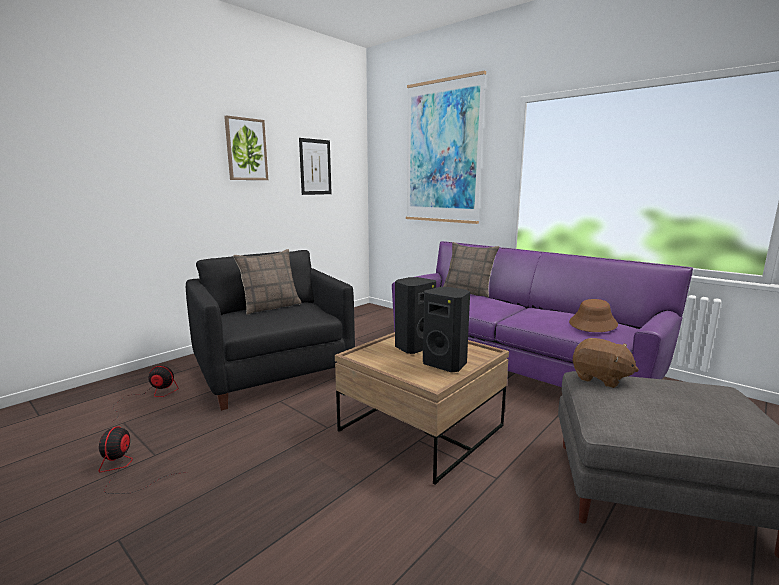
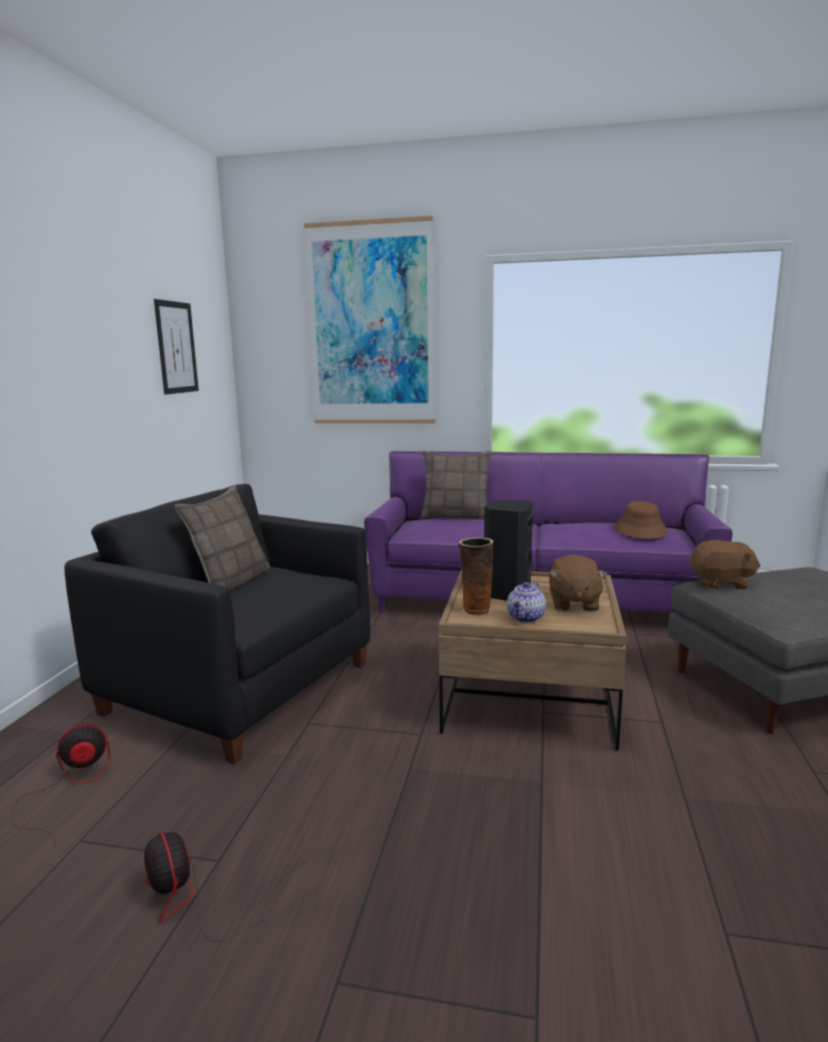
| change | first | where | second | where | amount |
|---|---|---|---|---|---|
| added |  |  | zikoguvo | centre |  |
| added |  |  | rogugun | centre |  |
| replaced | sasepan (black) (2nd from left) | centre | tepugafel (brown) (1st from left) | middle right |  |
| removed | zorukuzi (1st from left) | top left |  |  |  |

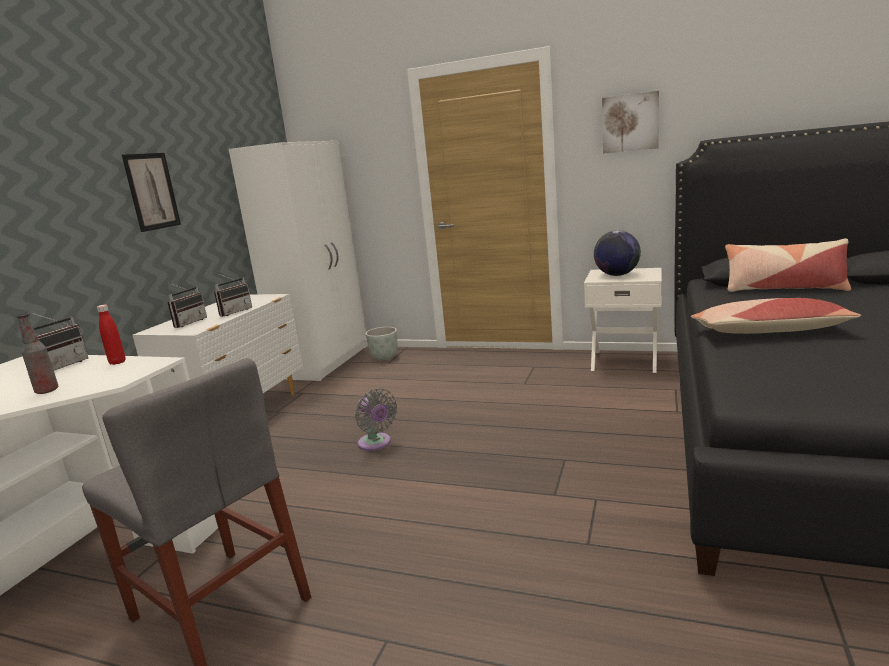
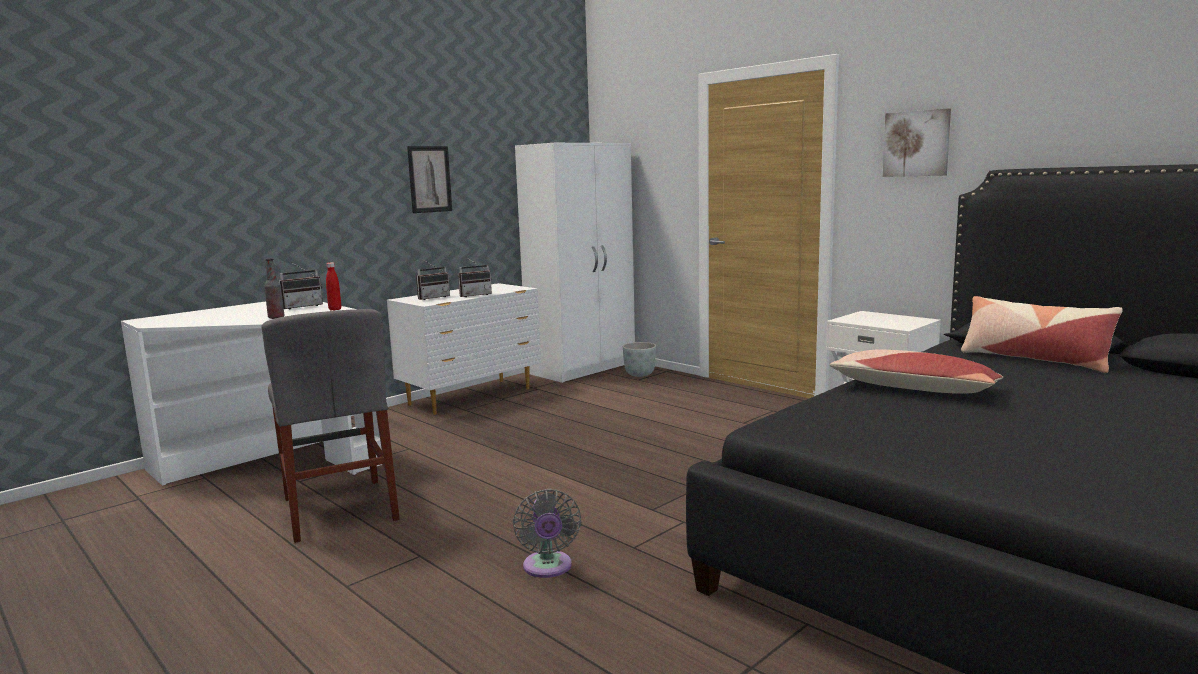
| change | first | where | second | where | amount |
|---|---|---|---|---|---|
| moved | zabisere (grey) | centre |  | bottom centre |  |
| removed | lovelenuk | middle right |  |  |  |

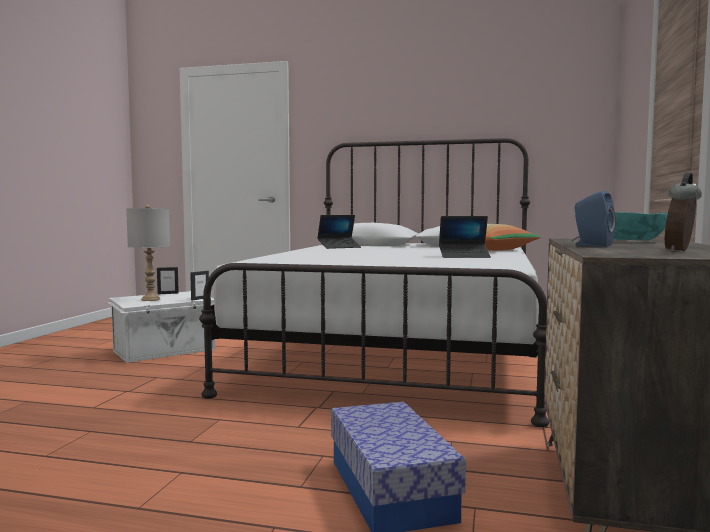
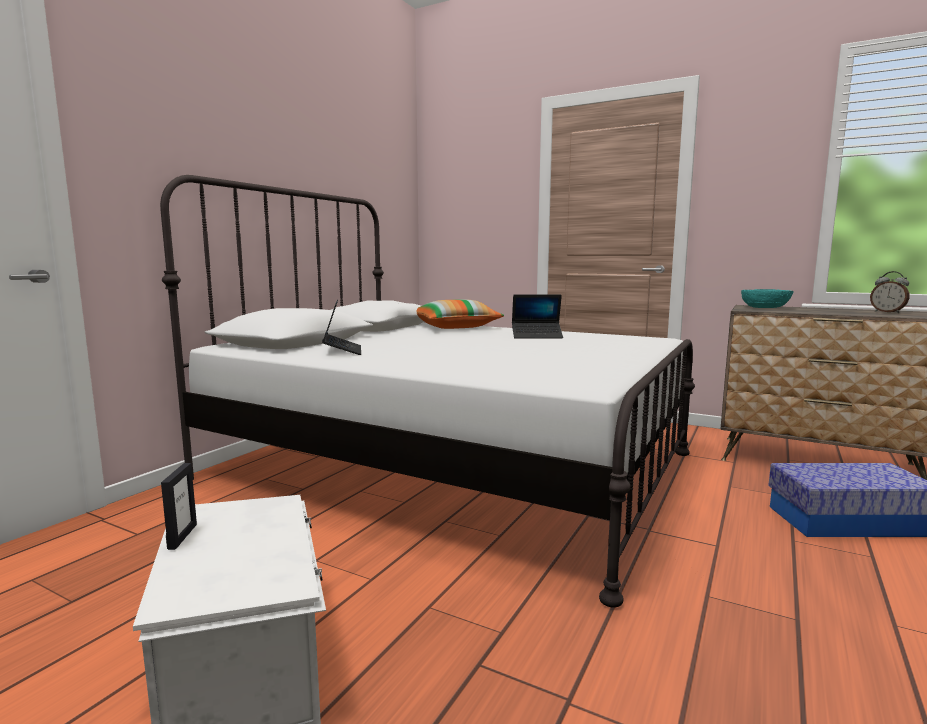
| change | first | where | second | where | amount |
|---|---|---|---|---|---|
| turned | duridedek (2nd from left) | centre |  | centre | 75 degrees clockwise |
| removed | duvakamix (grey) | middle left |  |  |  |
| removed | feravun (2nd from left) | middle left |  |  |  |
| removed | sasepan (blue) | middle right |  |  |  |

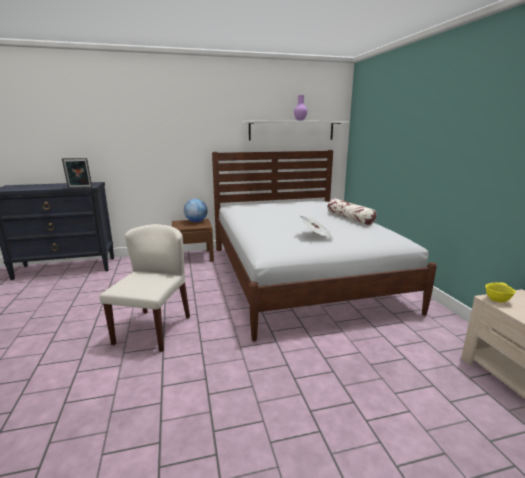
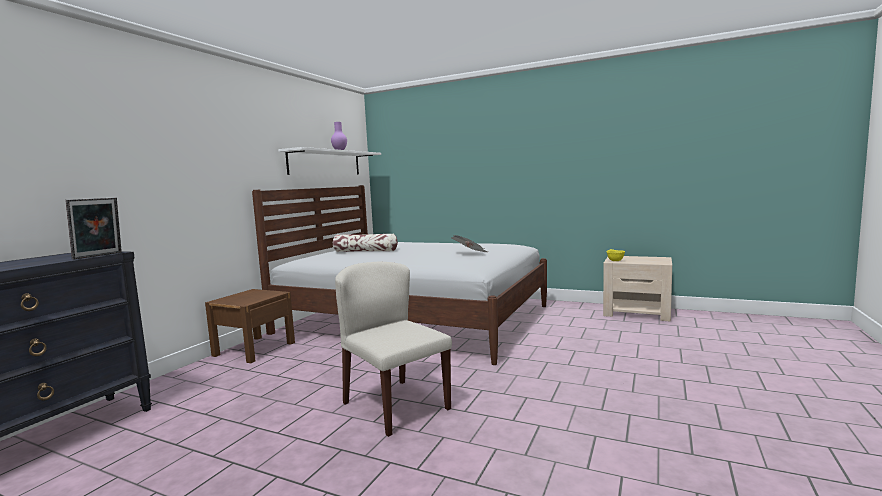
| change | first | where | second | where | amount |
|---|---|---|---|---|---|
| moved | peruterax | middle right |  | centre |  |
| removed | lovelenuk | centre |  |  |  |

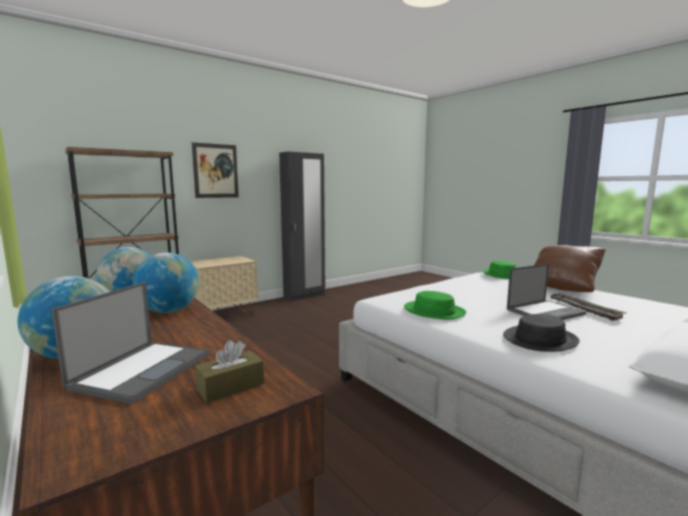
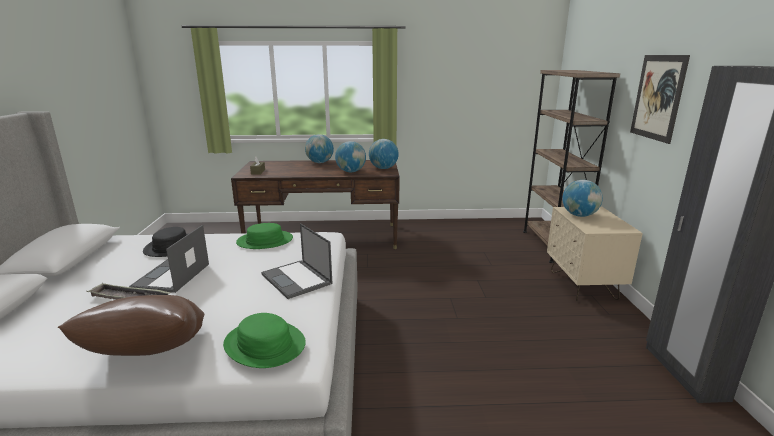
| change | first | where | second | where | amount |
|---|---|---|---|---|---|
| moved | duridedek (1st from left in the first image) | middle left | duridedek (2nd from left) | centre |  |
| added |  |  | lovelenuk (4th from left) | middle right |  |

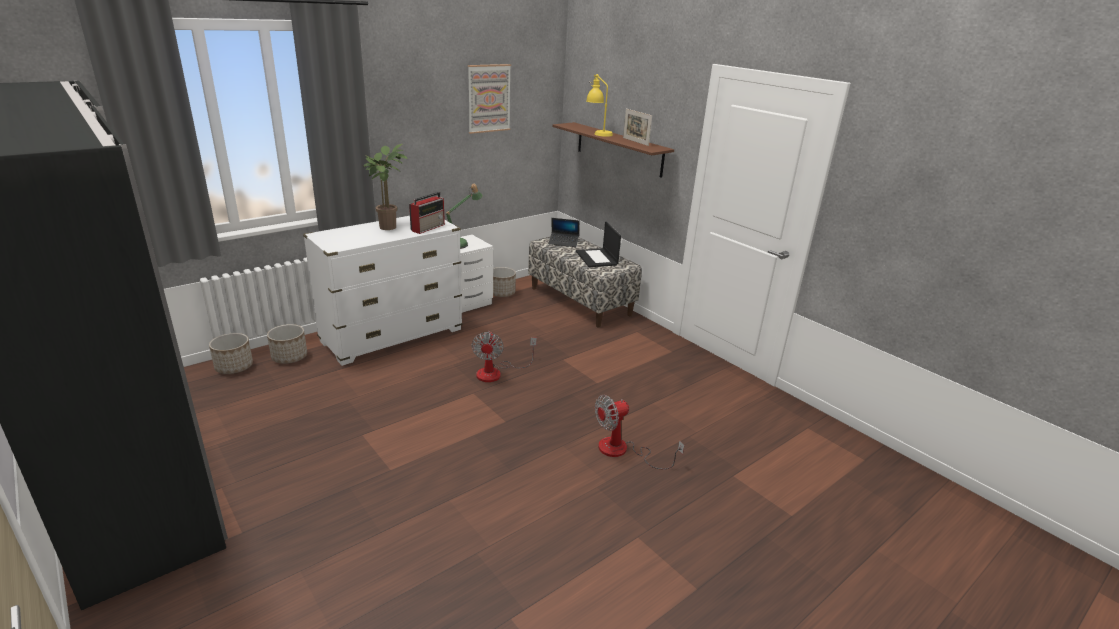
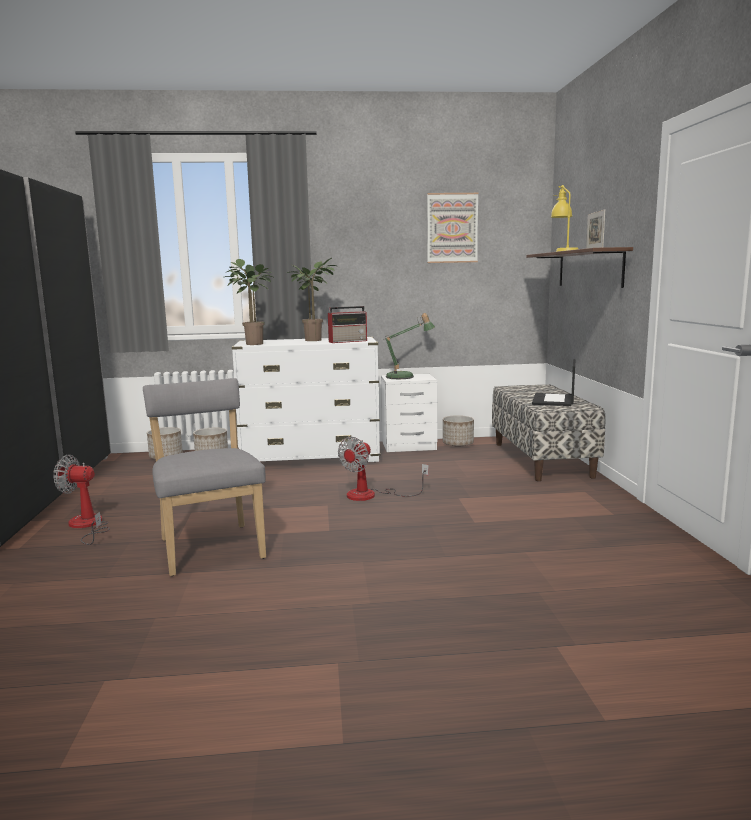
| change | first | where | second | where | amount |
|---|---|---|---|---|---|
| moved | zabisere (2nd from left in the first image) | bottom centre | zabisere (1st from left) | middle left |  |
| added |  |  | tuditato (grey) | middle left |  |
| added |  |  | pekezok (1st from left) | middle left |  |
| removed | duridedek (1st from left) | centre |  |  |  |

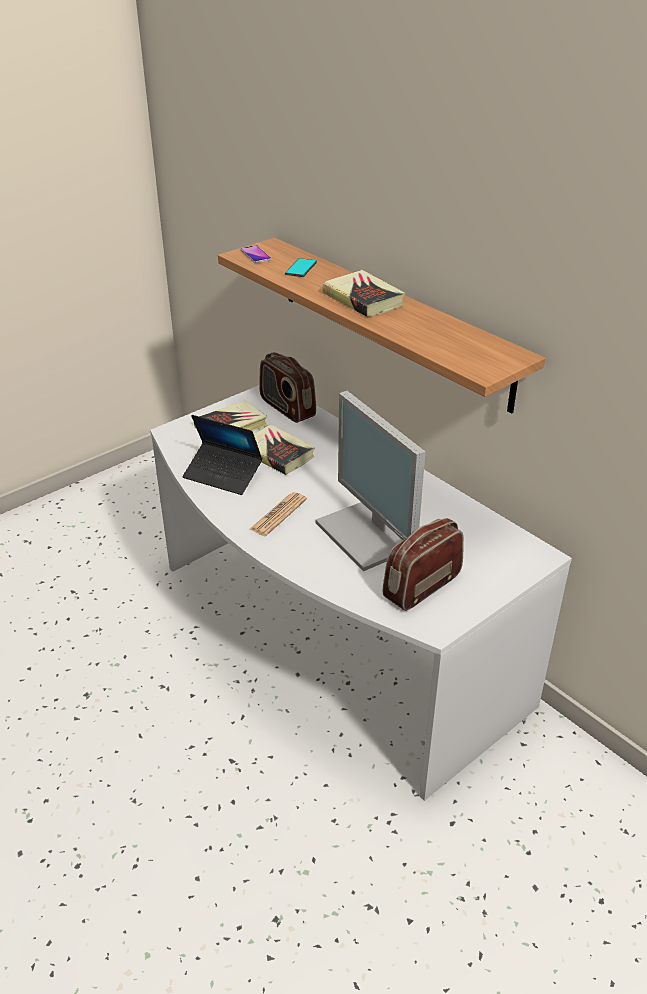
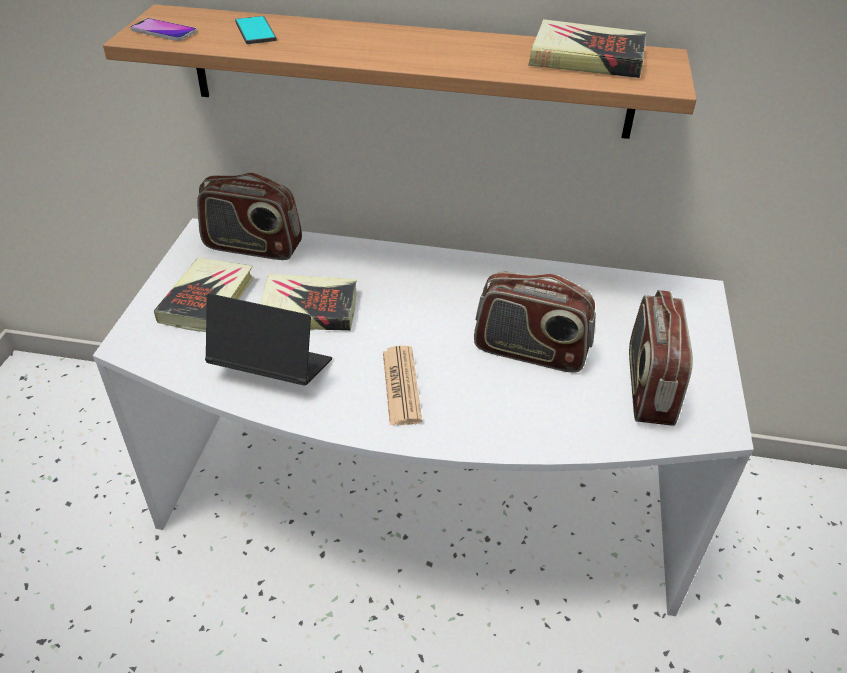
| change | first | where | second | where | amount |
|---|---|---|---|---|---|
| turned | duridedek | centre |  | middle left | 150 degrees counterclockwise |
| replaced | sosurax | centre | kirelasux (2nd from left) | centre |  |
| moved | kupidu (3rd from left) | top centre |  | top right |  |

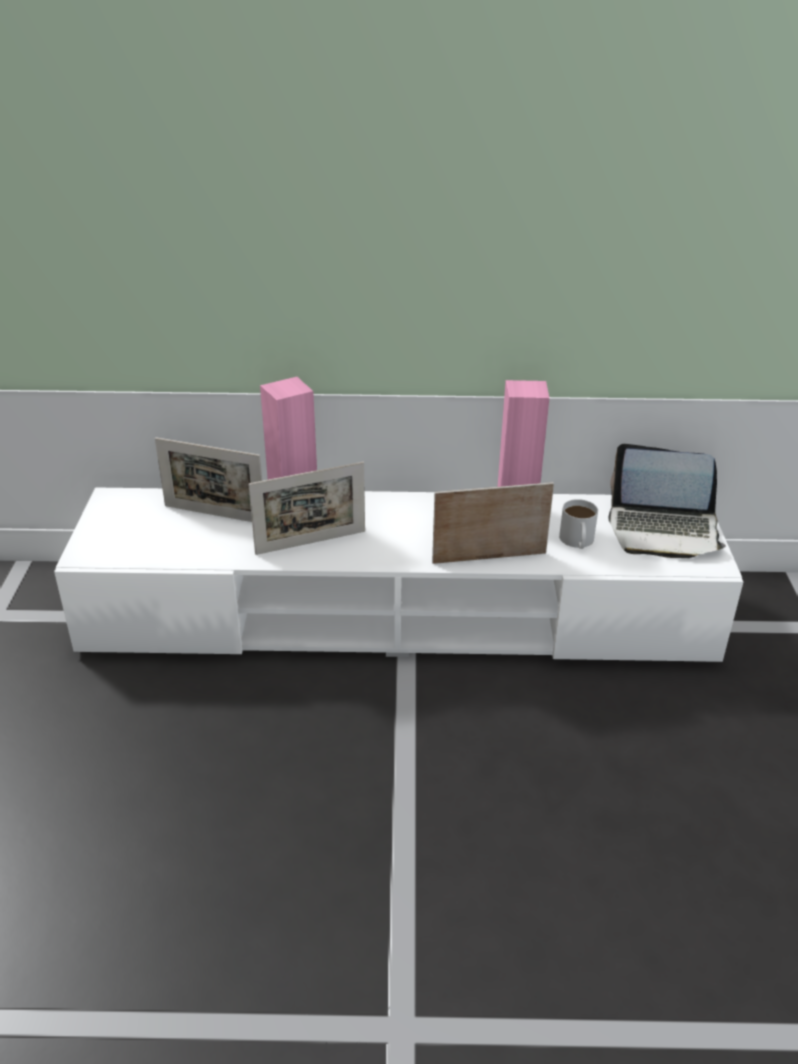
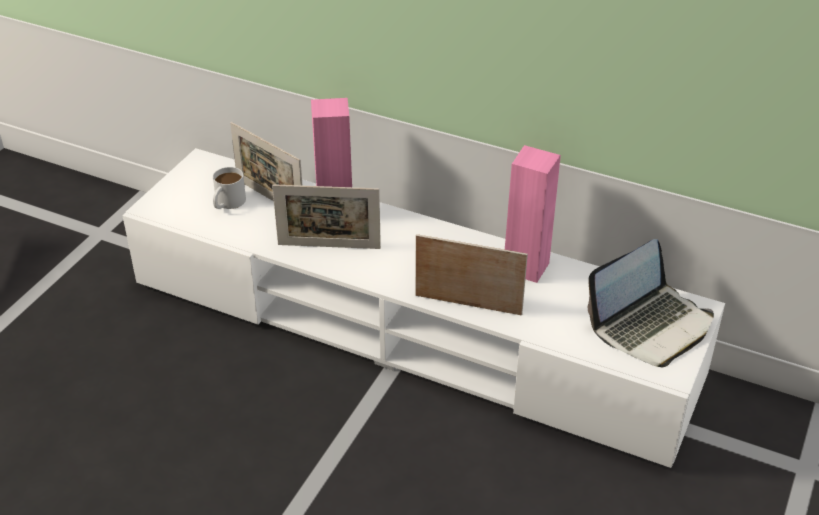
| change | first | where | second | where | amount |
|---|---|---|---|---|---|
| moved | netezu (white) | middle right |  | middle left |  |
| turned | duridedek | middle right |  | middle right | 75 degrees counterclockwise |

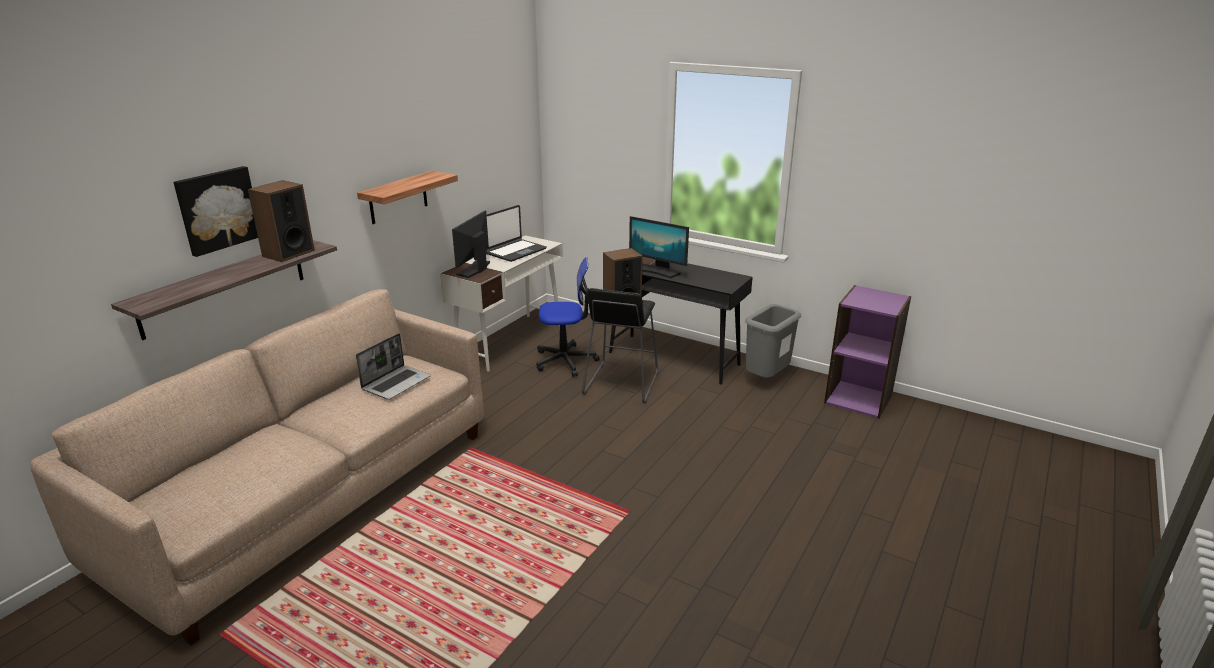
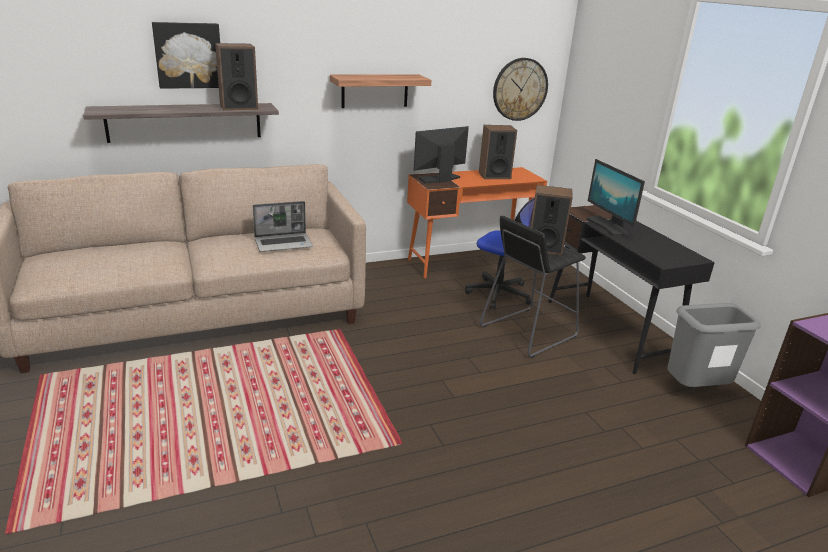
| change | first | where | second | where | amount |
|---|---|---|---|---|---|
| recoloured | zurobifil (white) | centre | zurobifil (orange) | centre |  |
| replaced | duridedek (2nd from left) | centre | sasepan (2nd from left) | top centre |  |
| added |  |  | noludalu | top centre |  |

